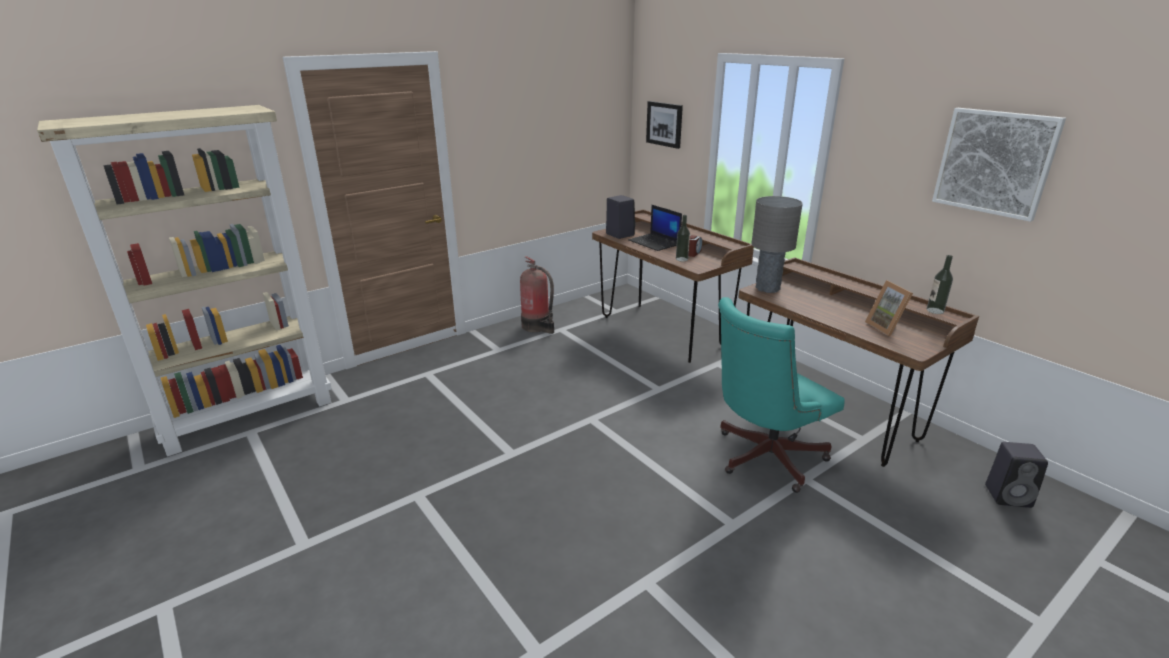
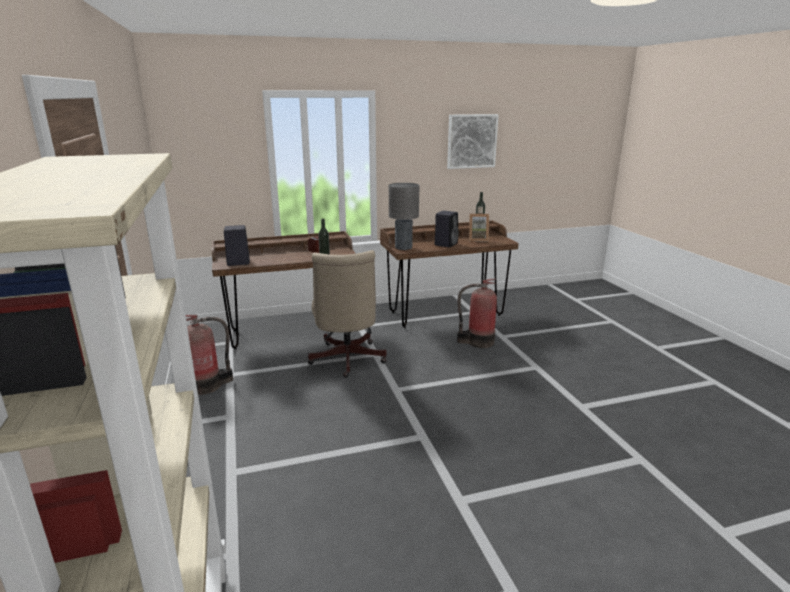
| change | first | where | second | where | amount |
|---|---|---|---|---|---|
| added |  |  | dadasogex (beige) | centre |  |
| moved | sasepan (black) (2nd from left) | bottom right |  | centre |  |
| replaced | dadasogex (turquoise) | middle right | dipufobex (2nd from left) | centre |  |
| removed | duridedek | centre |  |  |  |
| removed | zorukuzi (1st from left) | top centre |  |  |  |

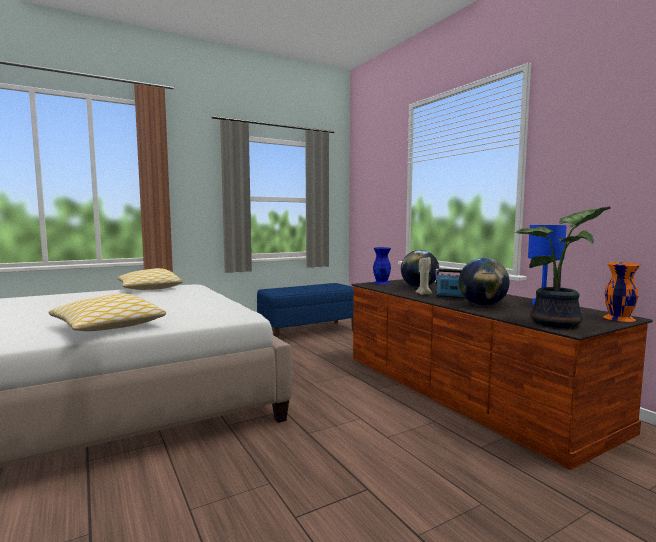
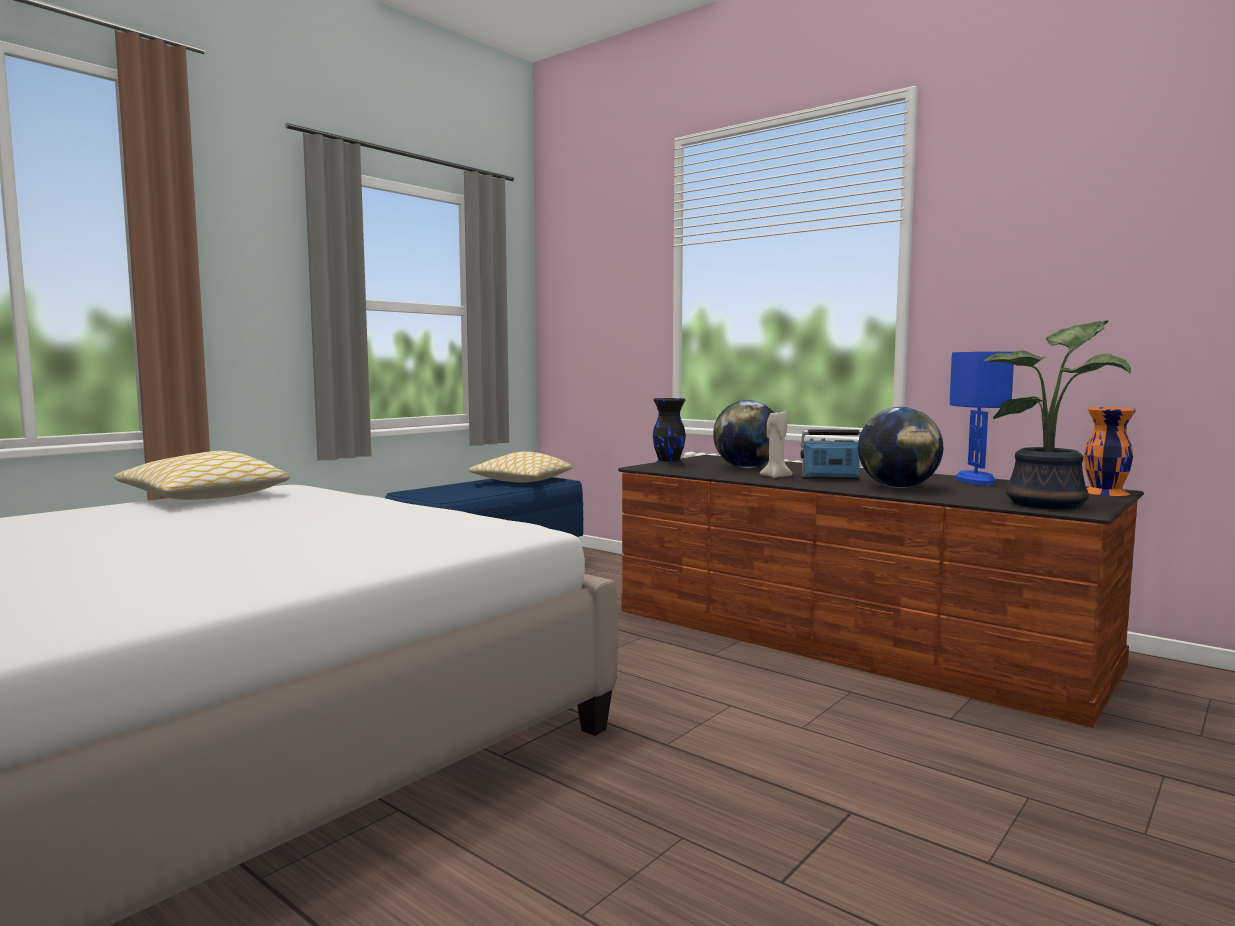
| change | first | where | second | where | amount |
|---|---|---|---|---|---|
| moved | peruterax (1st from left in the first image) | middle left | peruterax (2nd from left) | centre |  |
| recoloured | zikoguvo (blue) | centre | zikoguvo (black) | centre |  |

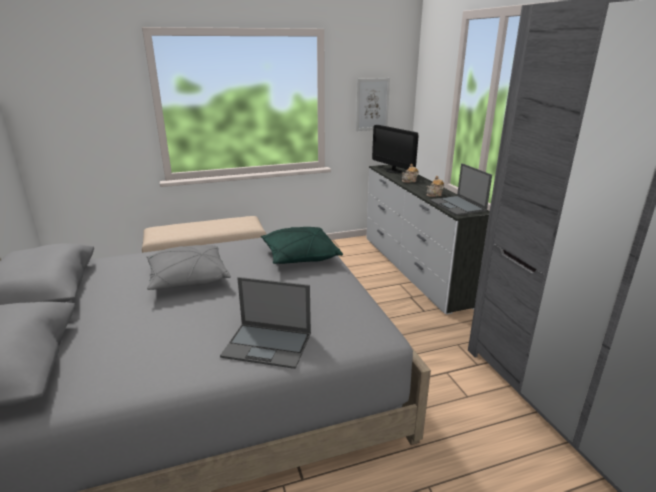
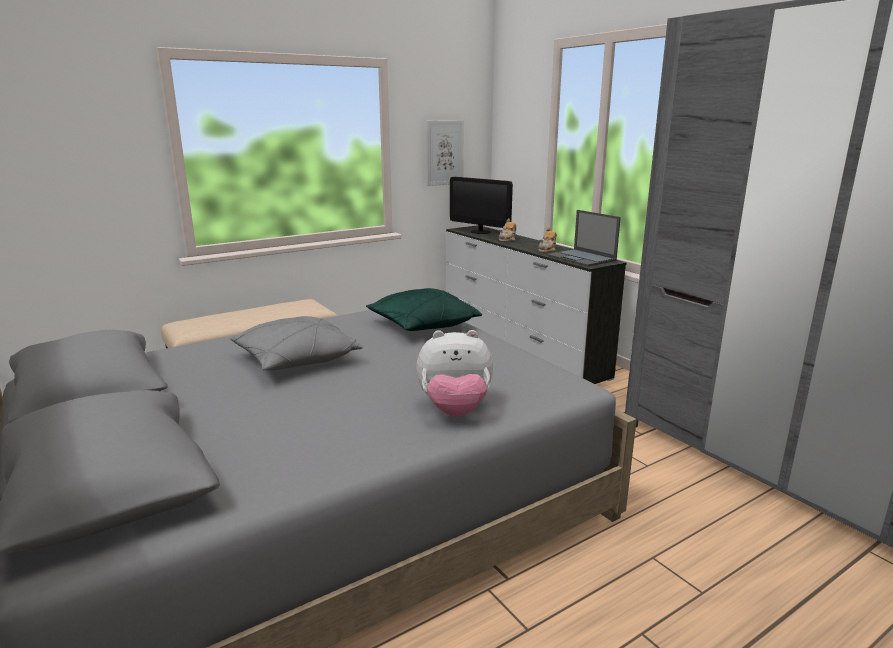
| change | first | where | second | where | amount |
|---|---|---|---|---|---|
| replaced | duridedek (1st from left) | centre | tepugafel | centre |  |

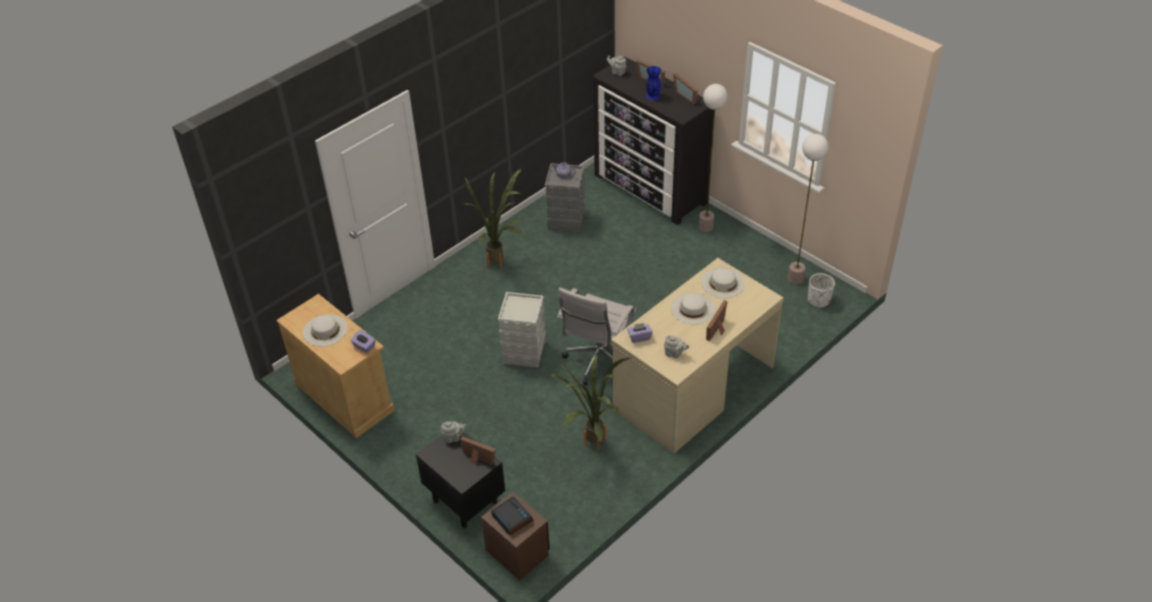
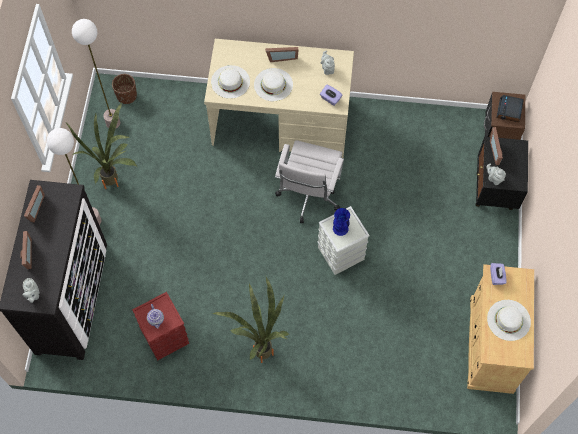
| change | first | where | second | where | amount |
|---|---|---|---|---|---|
| moved | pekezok (2nd from left in the first image) | bottom centre | pekezok (1st from left) | middle left |  |
| recoloured | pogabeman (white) | middle right | pogabeman (brown) | top left |  |
| recoloured | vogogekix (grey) (2nd from left) | top centre | vogogekix (red) | bottom left |  |
| turned | dadasogex (white) | centre |  | centre | 120 degrees clockwise |
| moved | zikoguvo (blue) | top centre |  | centre |  |

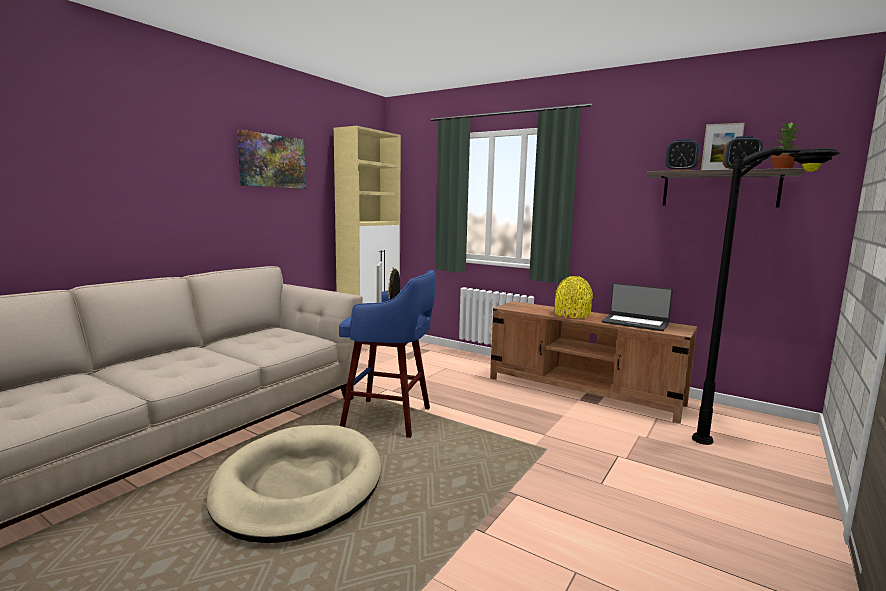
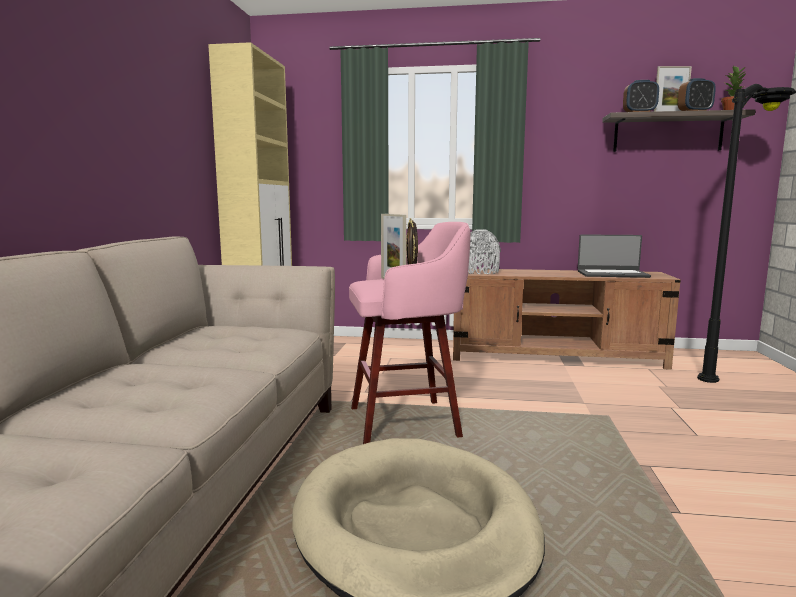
| change | first | where | second | where | amount |
|---|---|---|---|---|---|
| recoloured | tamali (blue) | centre | tamali (pink) | centre |  |
| added |  |  | zikoguvo (grey) | centre |  |
| removed | zorukuzi | top left |  |  |  |
| removed | zikoguvo (yellow) | centre |  |  |  |

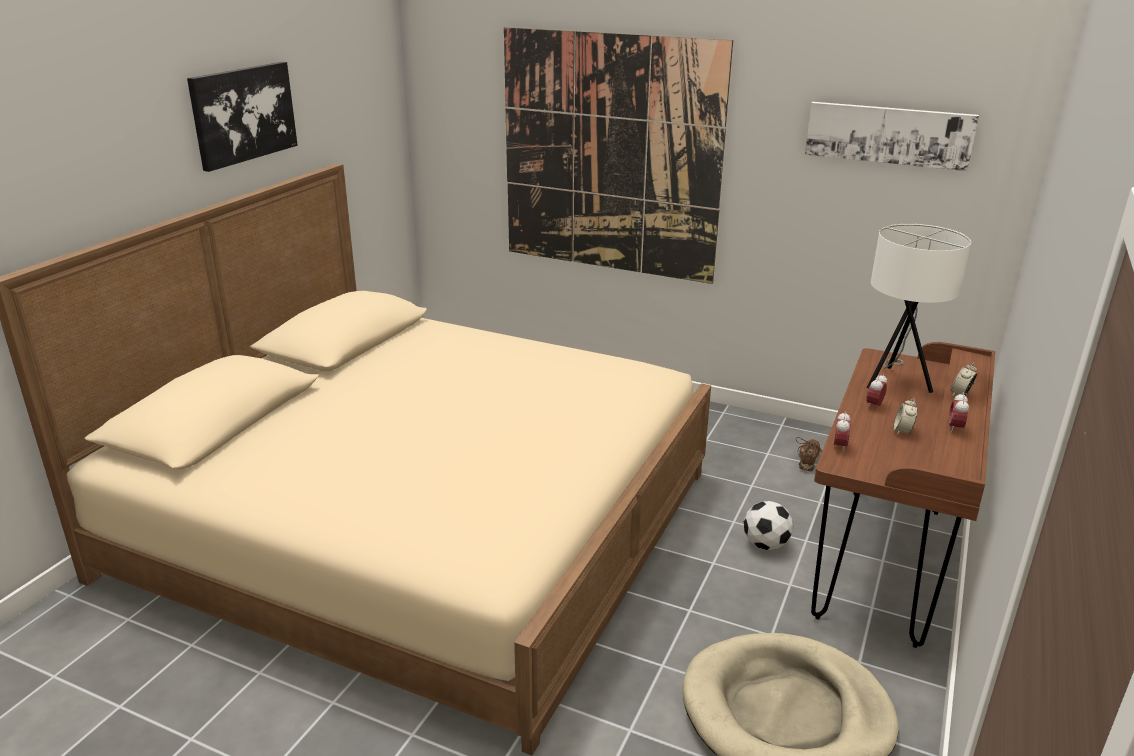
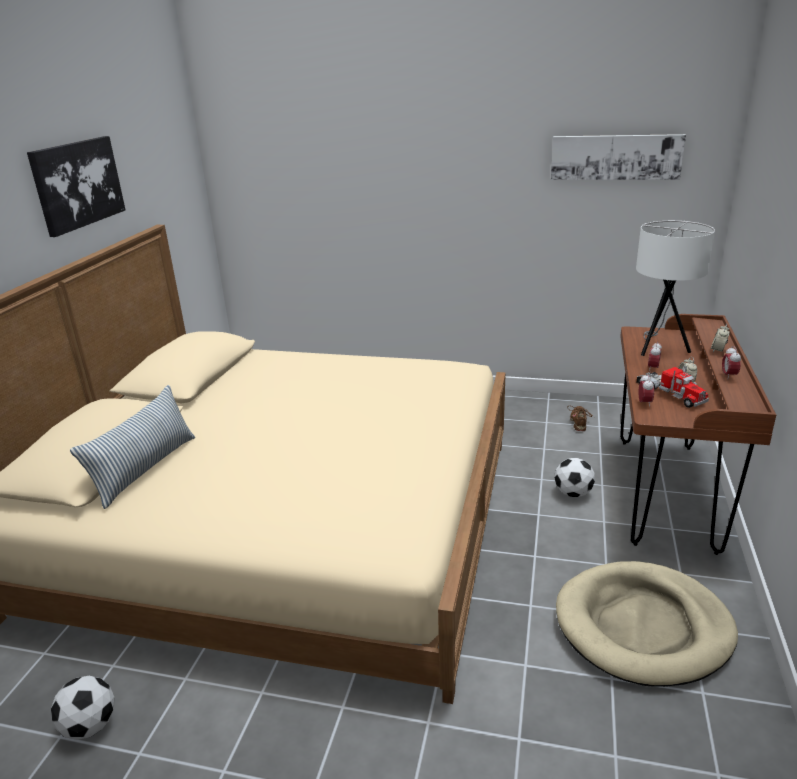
| change | first | where | second | where | amount |
|---|---|---|---|---|---|
| added |  |  | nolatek (1st from left) | bottom left |  |
| added |  |  | peruterax | middle left |  |
| added |  |  | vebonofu | middle right |  |
| removed | zorukuzi (2nd from left) | top centre |  |  |  |

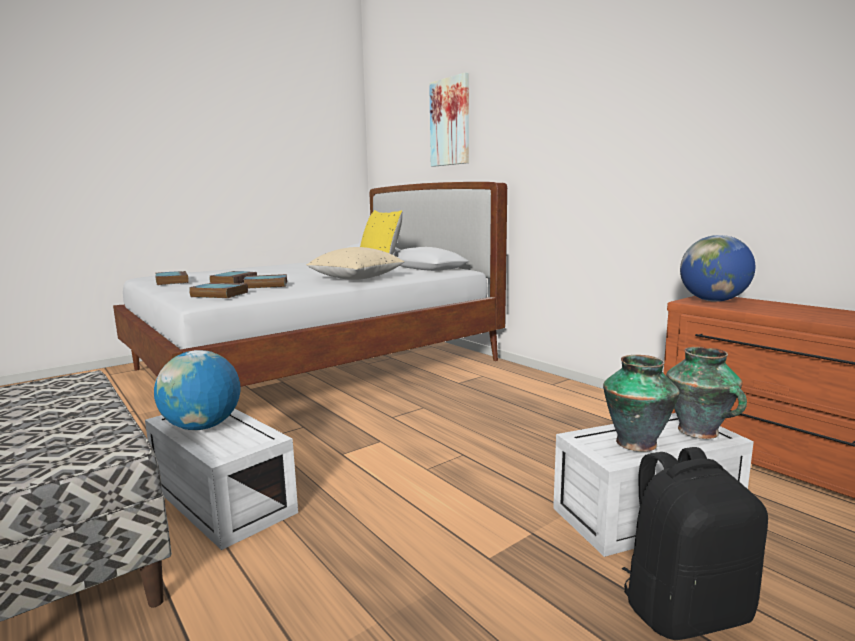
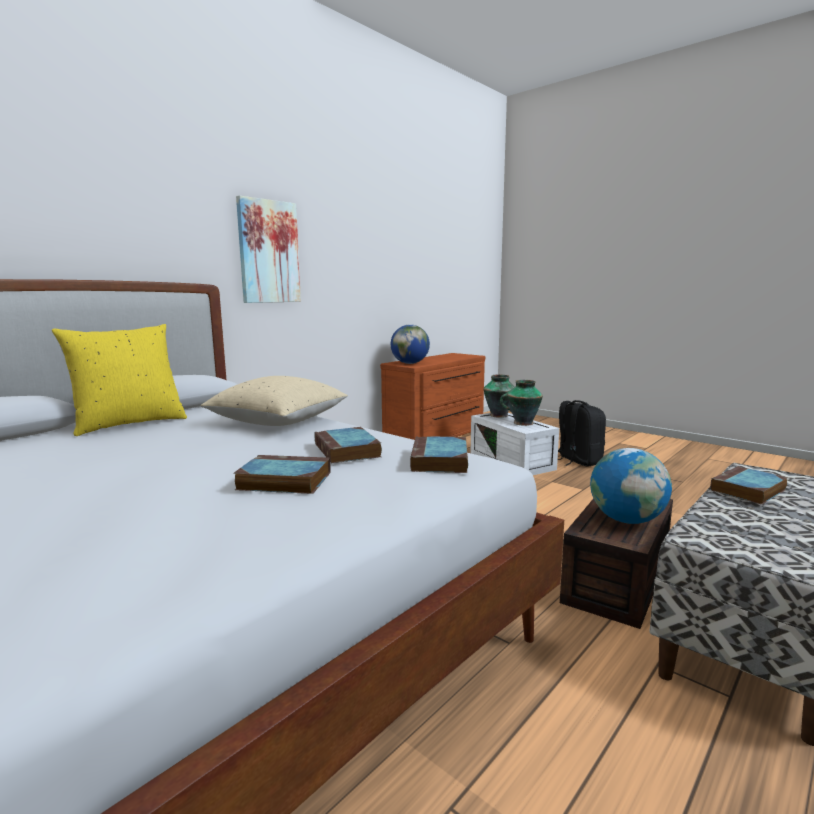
| change | first | where | second | where | amount |
|---|---|---|---|---|---|
| moved | zorukuzi | top centre |  | top left |  |
| recoloured | vogogekix (white) (1st from left) | bottom left | vogogekix (brown) | bottom right |  |
| moved | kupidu (1st from left in the first image) | middle left | kupidu (4th from left) | middle right |  |

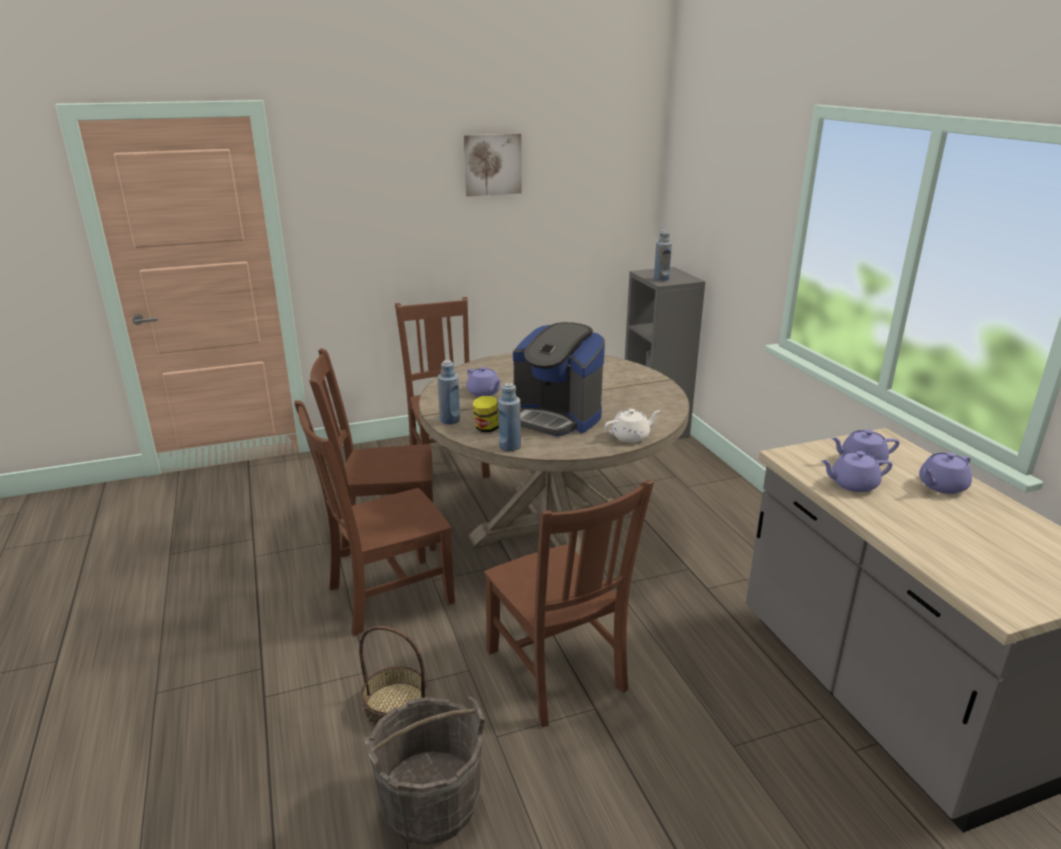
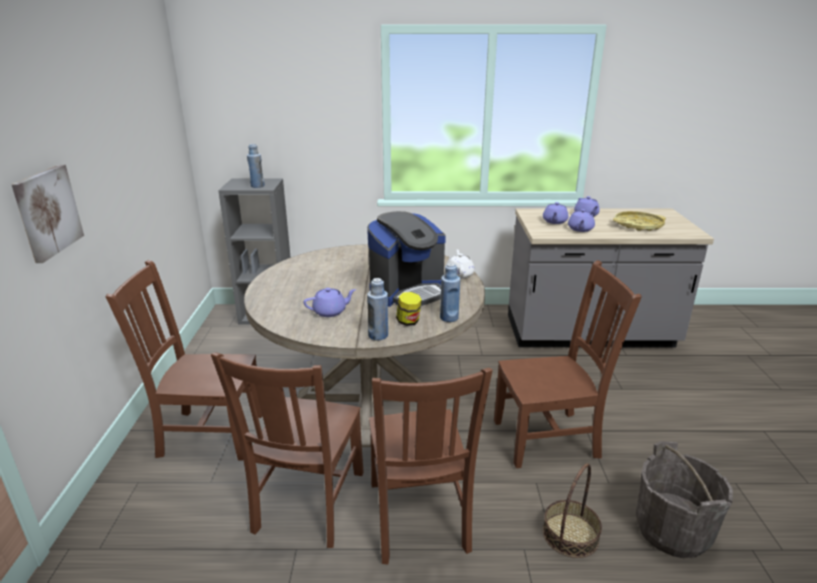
| change | first | where | second | where | amount |
|---|---|---|---|---|---|
| moved | zorukuzi | top centre |  | middle left |  |
| added |  |  | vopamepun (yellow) | middle right |  |

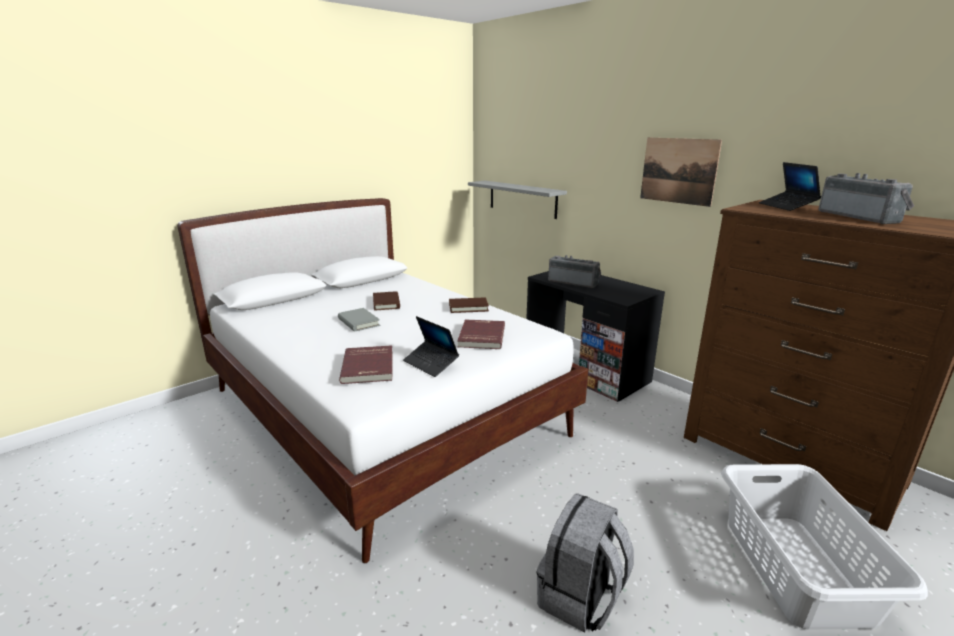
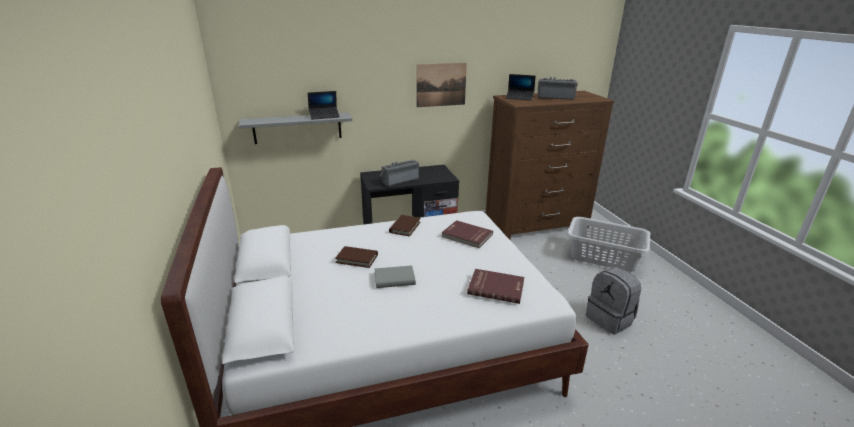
| change | first | where | second | where | amount |
|---|---|---|---|---|---|
| moved | duridedek (1st from left) | centre |  | top centre |  |

